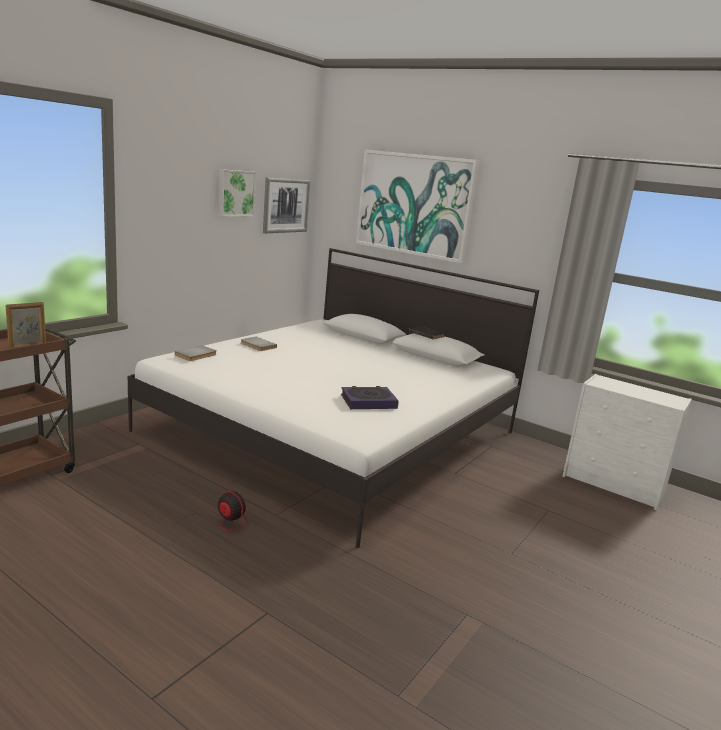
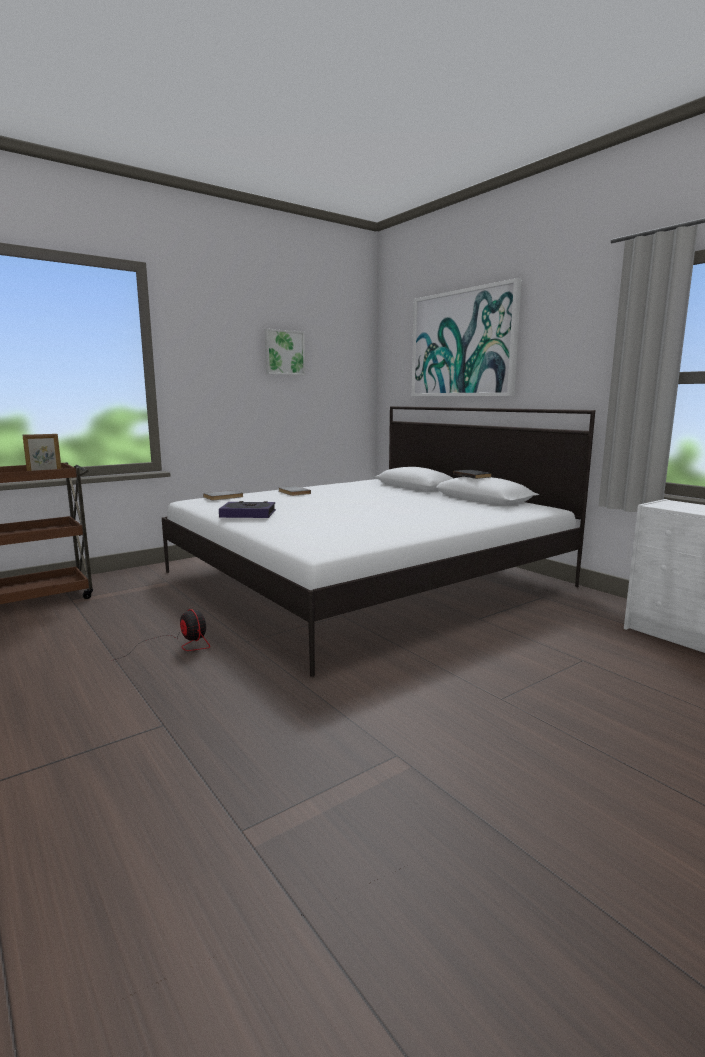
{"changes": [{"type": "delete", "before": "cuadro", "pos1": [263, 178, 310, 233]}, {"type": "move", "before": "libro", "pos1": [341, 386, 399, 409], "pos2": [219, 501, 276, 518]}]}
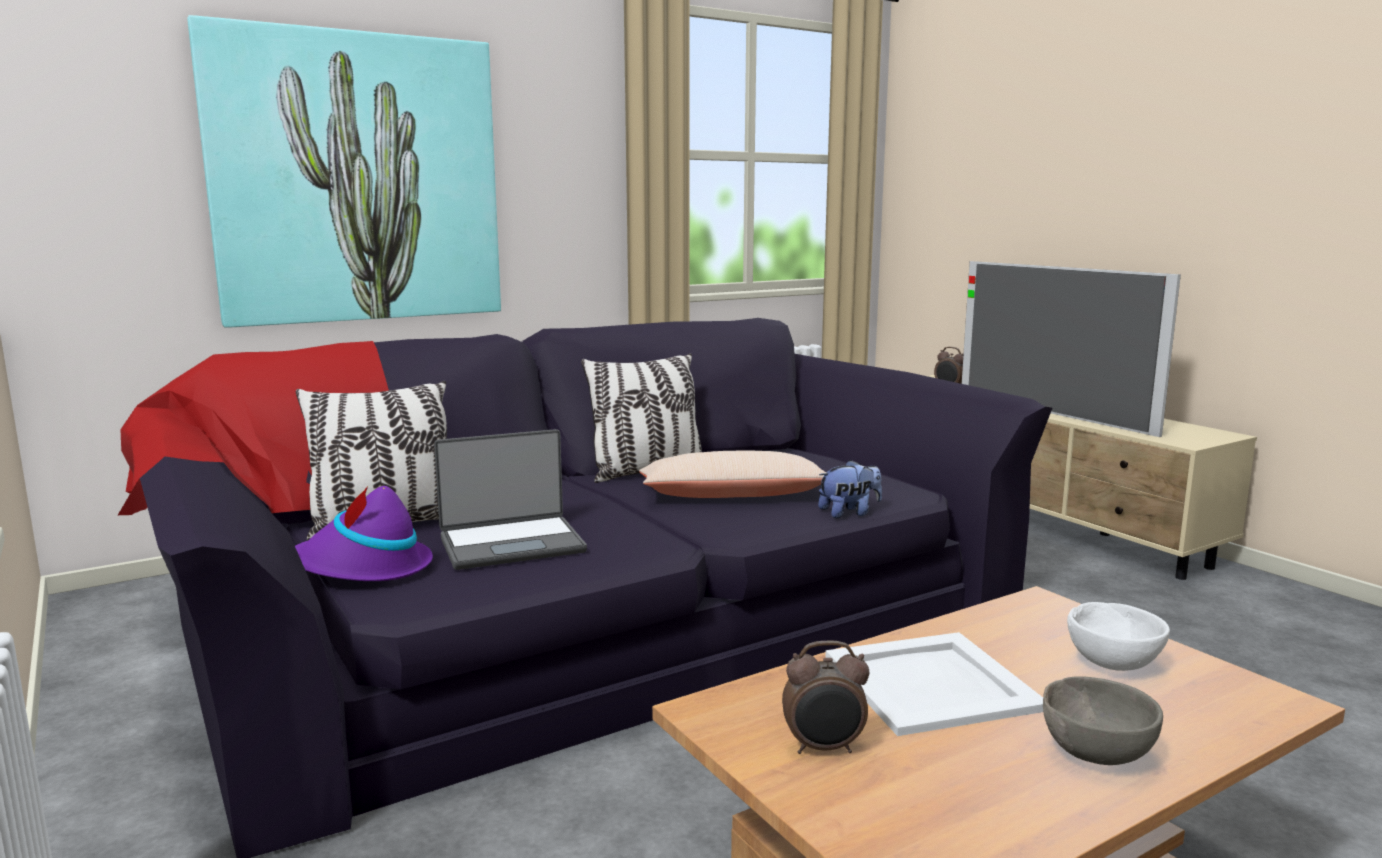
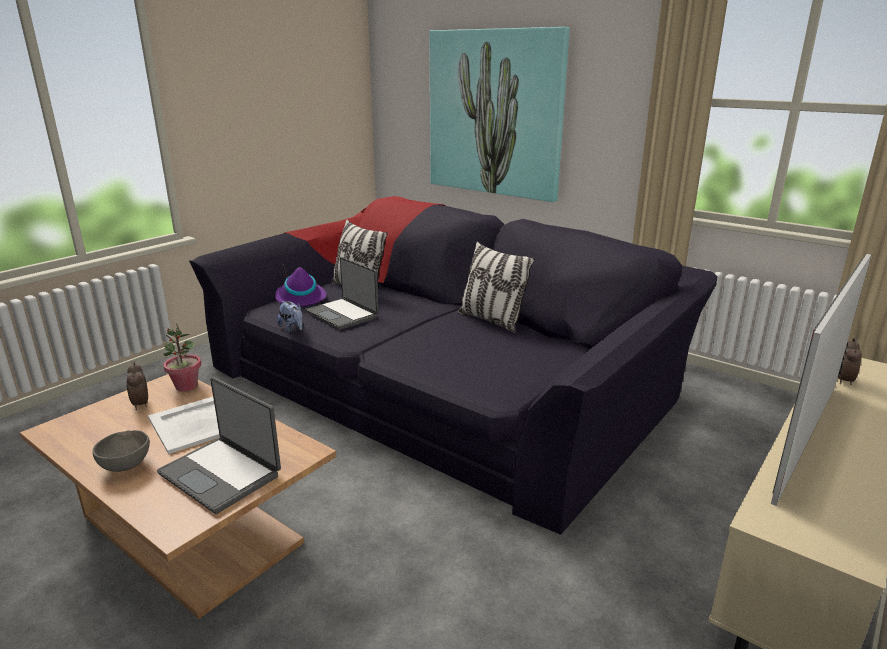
{"changes": [{"type": "delete", "before": "cojín (beis)", "pos1": [639, 450, 827, 498]}, {"type": "move", "before": "peluche", "pos1": [818, 460, 882, 518], "pos2": [277, 301, 303, 333]}, {"type": "replace", "before": "cuenco (blanco)", "after": "portátil", "pos1": [1067, 602, 1170, 671], "pos2": [157, 377, 281, 514]}, {"type": "insert", "after": "planta en maceta", "pos2": [164, 323, 201, 392]}]}
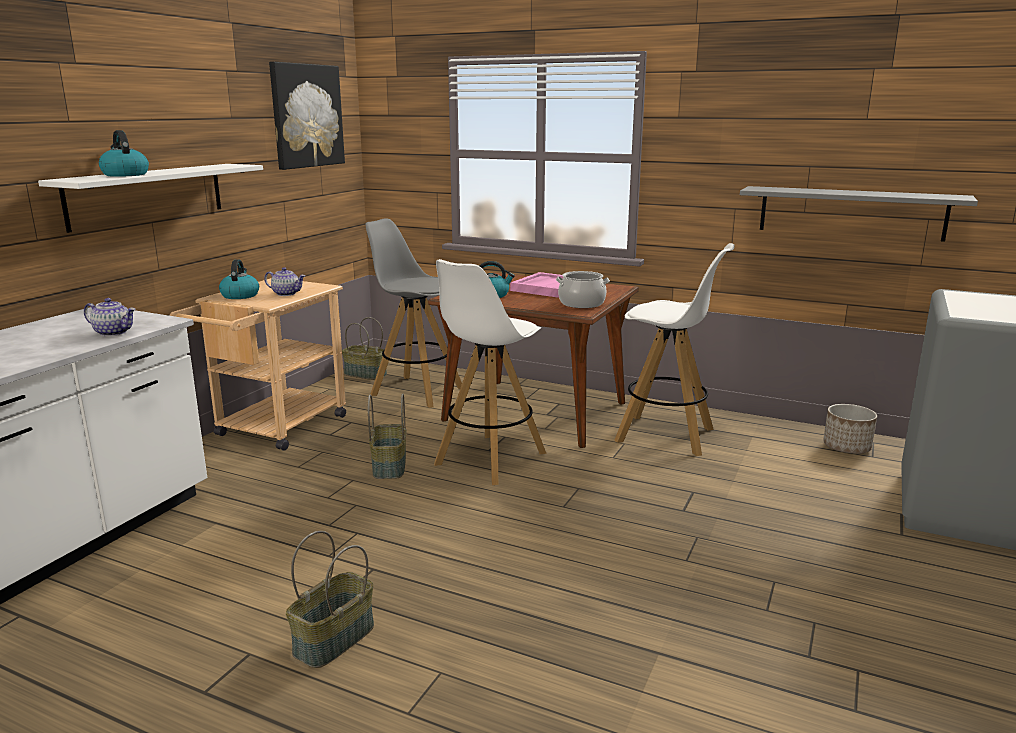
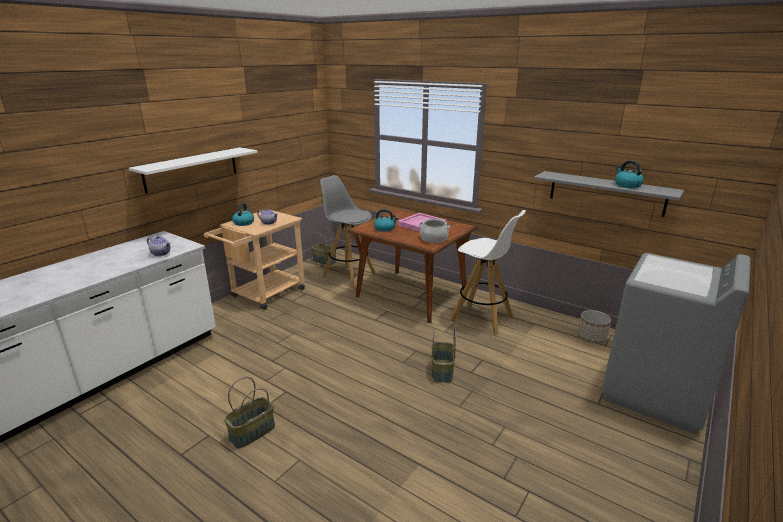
{"changes": [{"type": "delete", "before": "cuadro", "pos1": [269, 62, 345, 170]}, {"type": "move", "before": "hervidor", "pos1": [99, 130, 149, 177], "pos2": [615, 160, 644, 188]}, {"type": "delete", "before": "taburete (blanco)", "pos1": [434, 259, 547, 485]}, {"type": "move", "before": "cesta", "pos1": [368, 393, 406, 479], "pos2": [432, 326, 456, 383]}]}
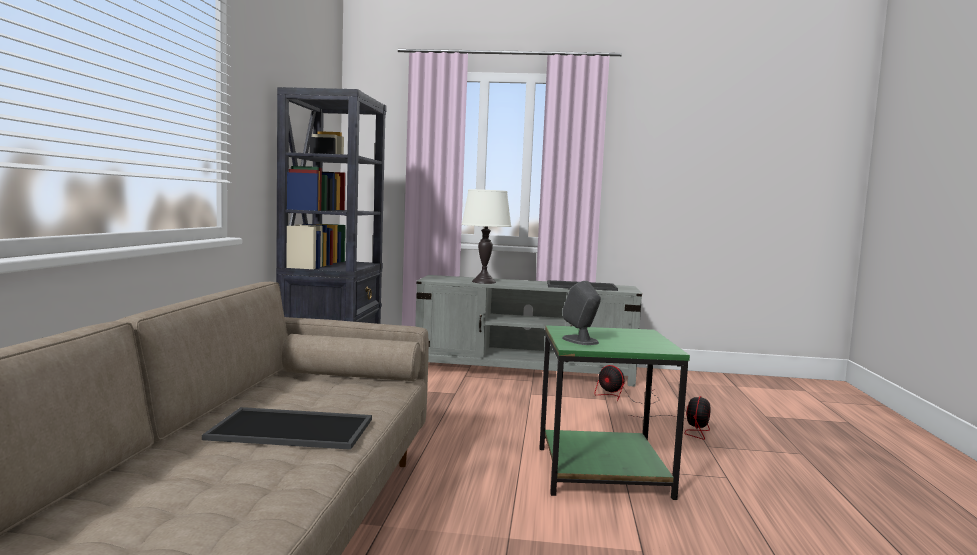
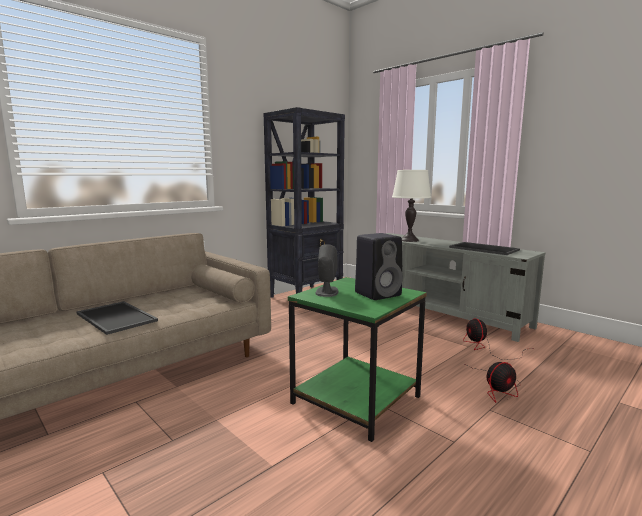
{"changes": [{"type": "insert", "after": "altavoz (negro)", "pos2": [355, 233, 403, 300]}]}
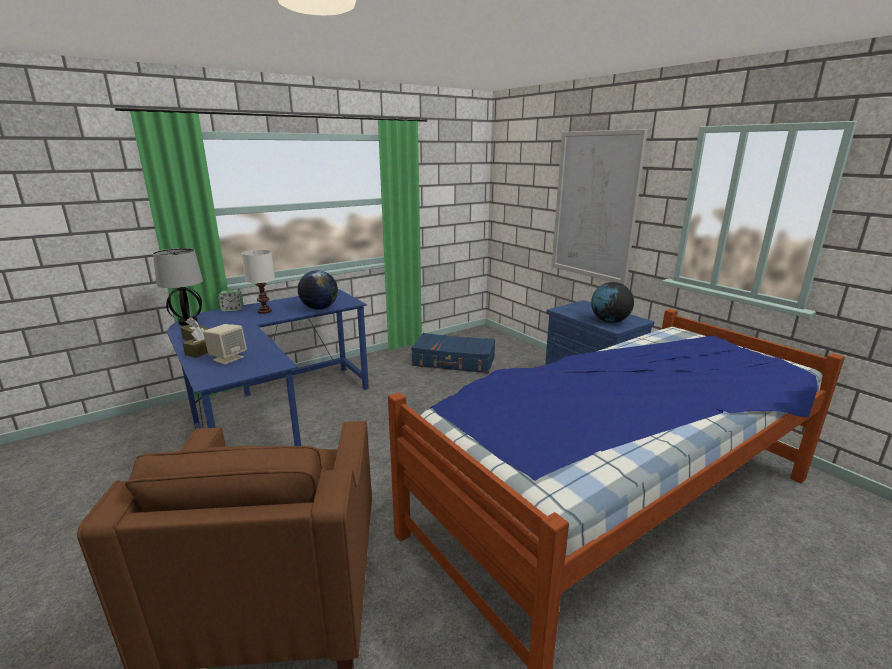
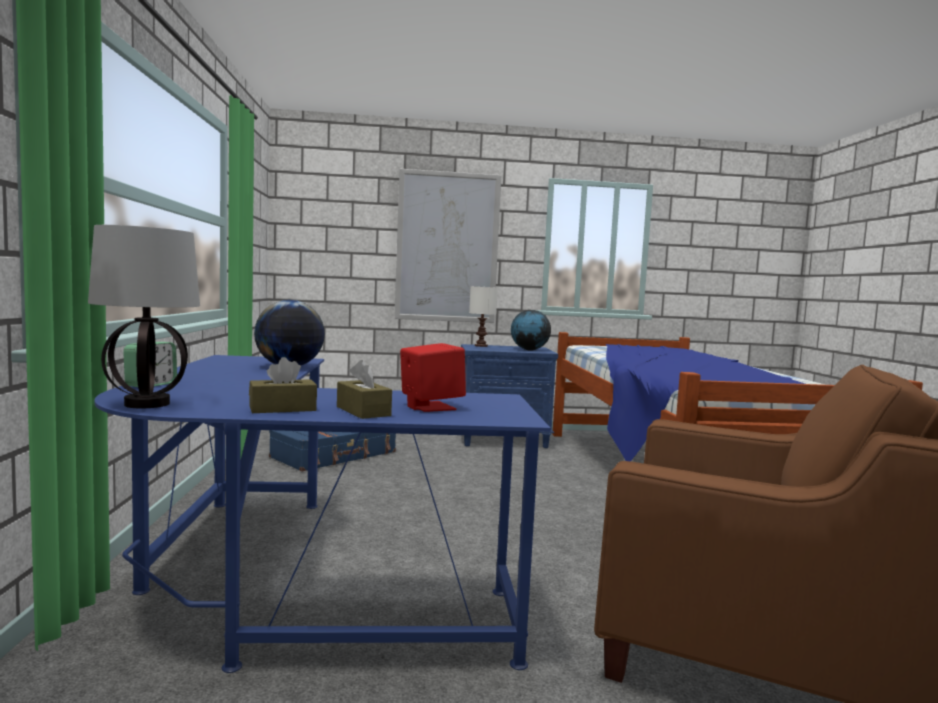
{"changes": [{"type": "move", "before": "lámpara de mesa (blanco)", "pos1": [241, 250, 275, 314], "pos2": [469, 286, 498, 347]}, {"type": "recolor", "before": "altavoz (beis)", "after": "altavoz (rojo)", "pos1": [203, 324, 247, 365], "pos2": [400, 343, 466, 412]}]}
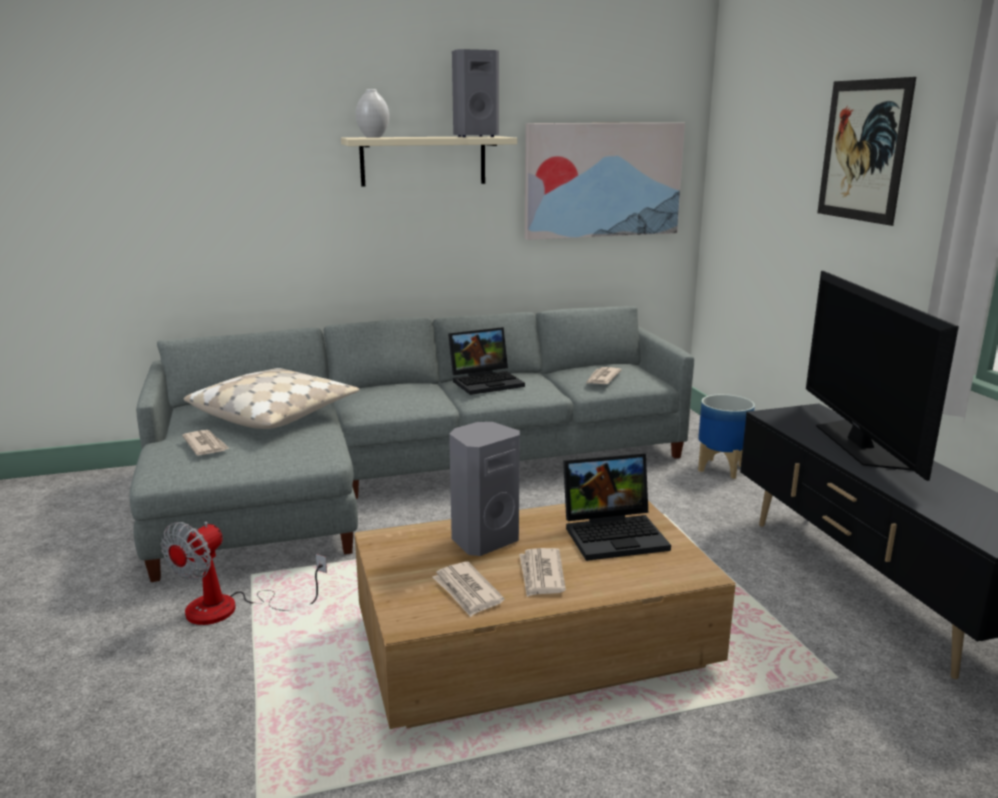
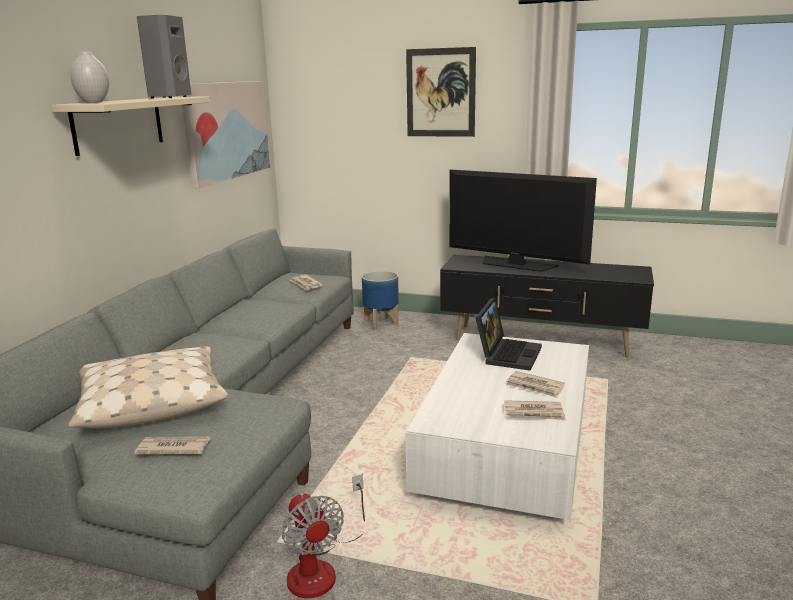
{"changes": [{"type": "delete", "before": "portátil", "pos1": [448, 327, 525, 395]}, {"type": "delete", "before": "altavoz (gris)", "pos1": [449, 422, 520, 556]}, {"type": "recolor", "before": "mesa de centro (marrón)", "after": "mesa de centro (blanco)", "pos1": [355, 501, 736, 729], "pos2": [405, 333, 589, 520]}]}
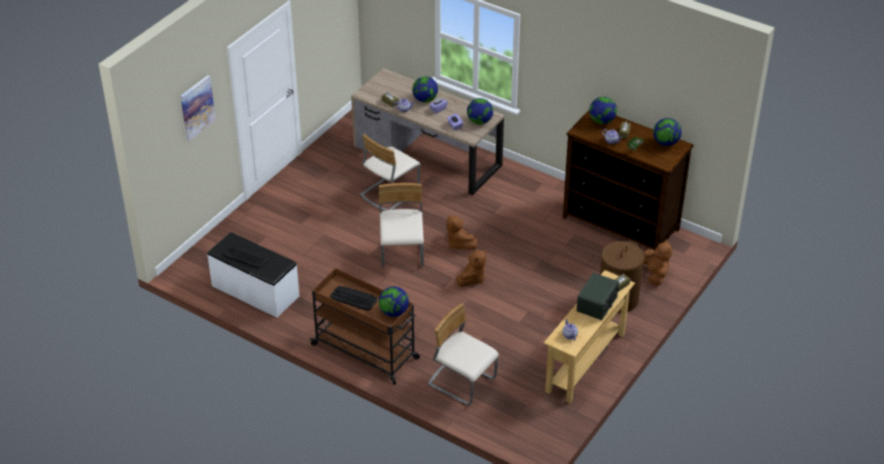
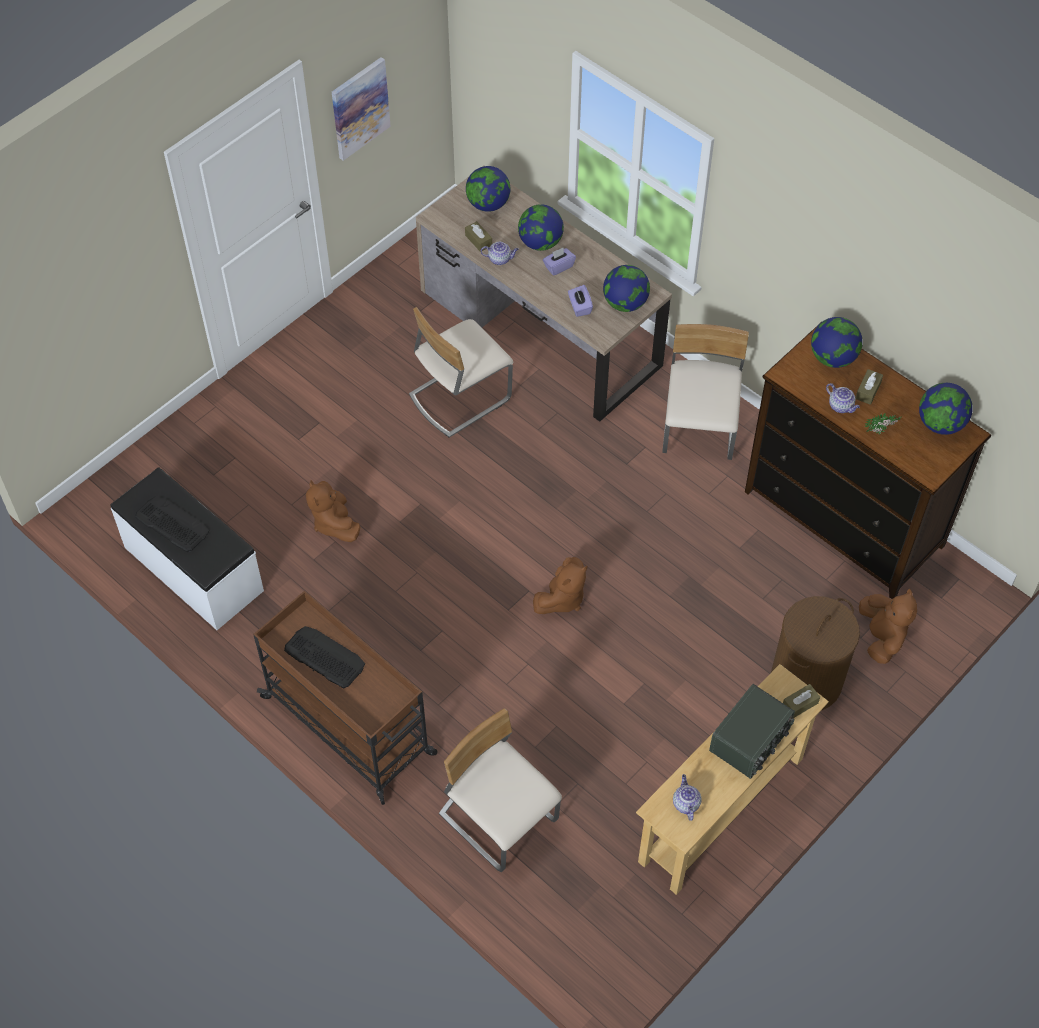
{"changes": [{"type": "move", "before": "cuadro", "pos1": [181, 75, 216, 141], "pos2": [332, 57, 391, 161]}, {"type": "move", "before": "silla (beis)", "pos1": [379, 183, 424, 267], "pos2": [662, 324, 749, 460]}, {"type": "move", "before": "peluche (marrón)", "pos1": [446, 214, 478, 250], "pos2": [306, 480, 360, 542]}, {"type": "move", "before": "globo terráqueo", "pos1": [379, 287, 409, 317], "pos2": [466, 166, 511, 212]}]}
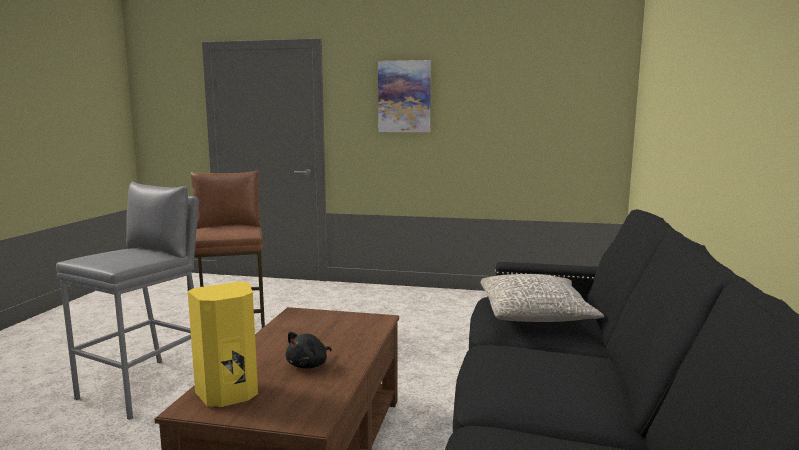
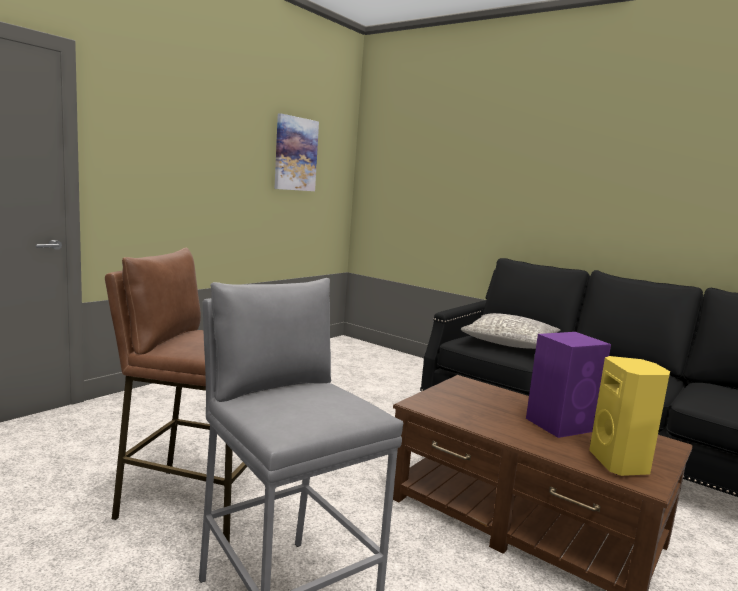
{"changes": [{"type": "move", "before": "cuadro", "pos1": [378, 60, 431, 132], "pos2": [274, 113, 319, 191]}, {"type": "replace", "before": "peluche (negro)", "after": "altavoz (morado)", "pos1": [286, 332, 332, 368], "pos2": [526, 332, 611, 438]}]}
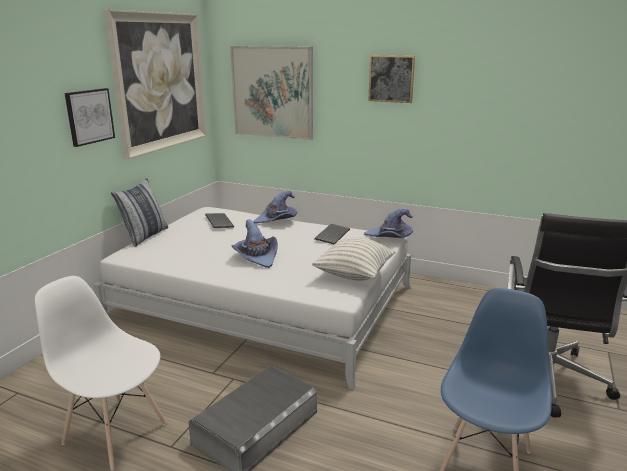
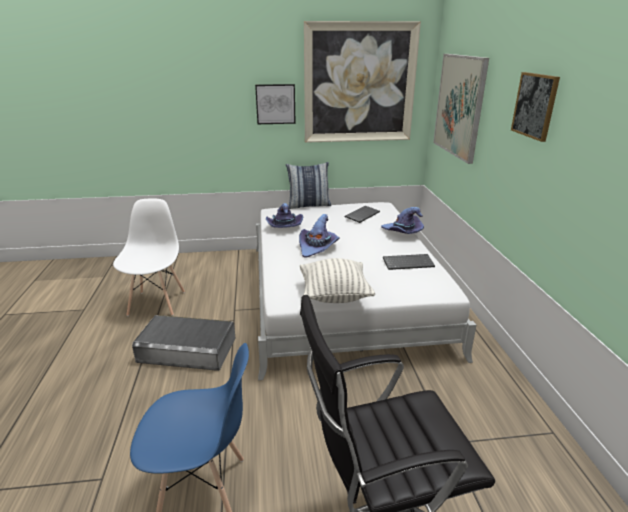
{"changes": [{"type": "move", "before": "sombrero (morado)", "pos1": [364, 208, 413, 238], "pos2": [266, 203, 303, 228]}]}
